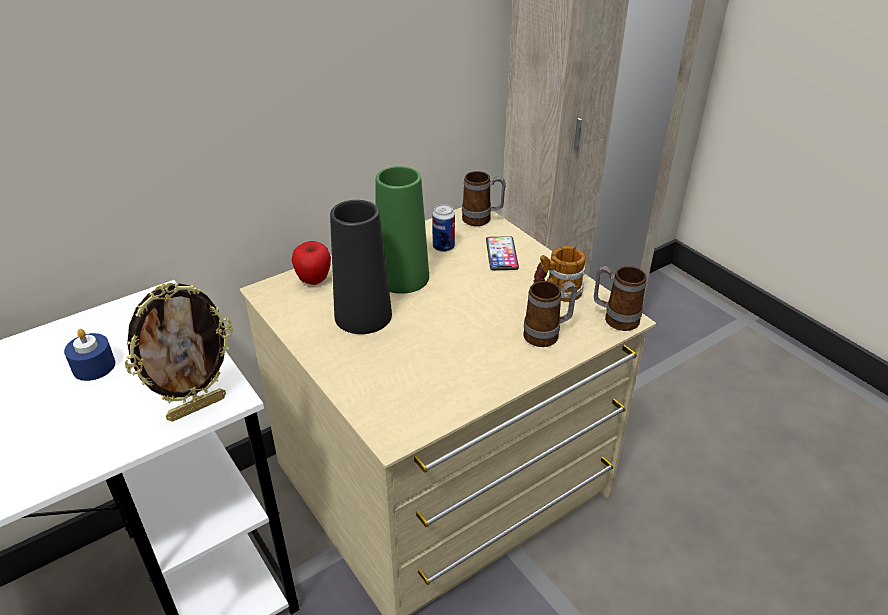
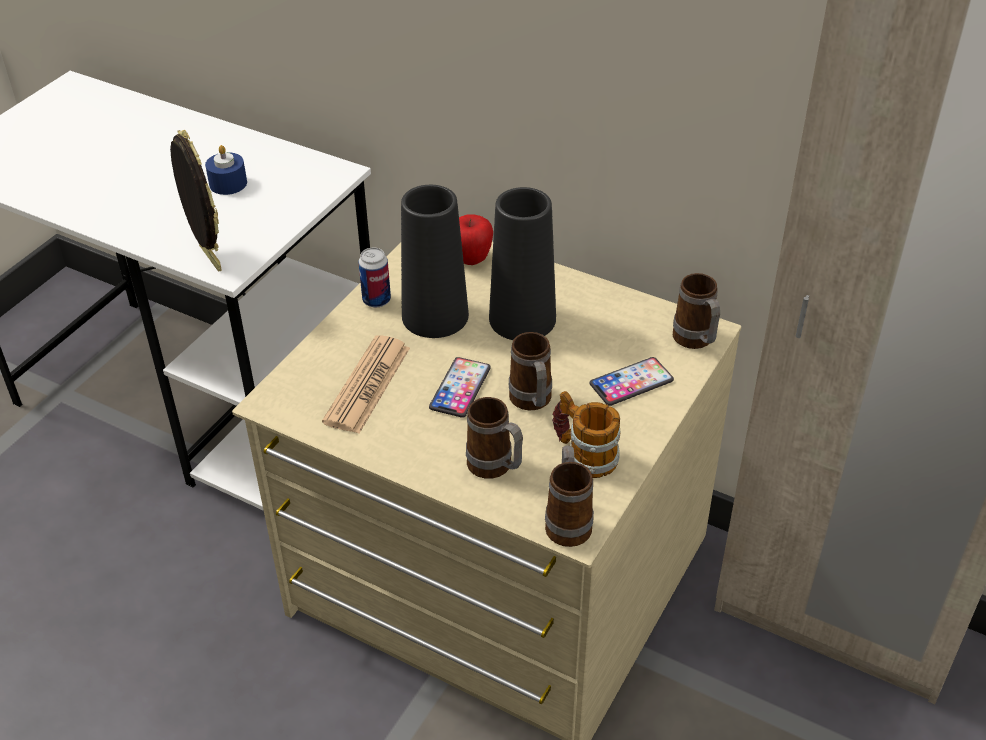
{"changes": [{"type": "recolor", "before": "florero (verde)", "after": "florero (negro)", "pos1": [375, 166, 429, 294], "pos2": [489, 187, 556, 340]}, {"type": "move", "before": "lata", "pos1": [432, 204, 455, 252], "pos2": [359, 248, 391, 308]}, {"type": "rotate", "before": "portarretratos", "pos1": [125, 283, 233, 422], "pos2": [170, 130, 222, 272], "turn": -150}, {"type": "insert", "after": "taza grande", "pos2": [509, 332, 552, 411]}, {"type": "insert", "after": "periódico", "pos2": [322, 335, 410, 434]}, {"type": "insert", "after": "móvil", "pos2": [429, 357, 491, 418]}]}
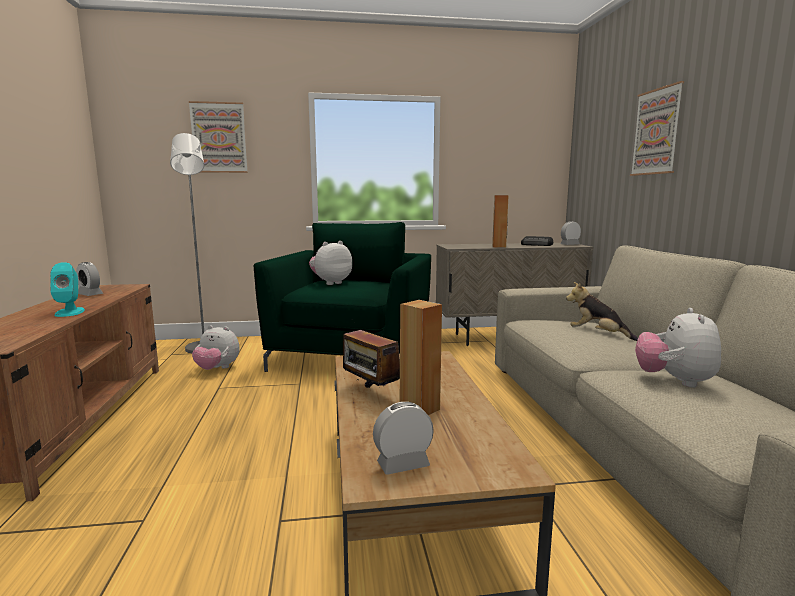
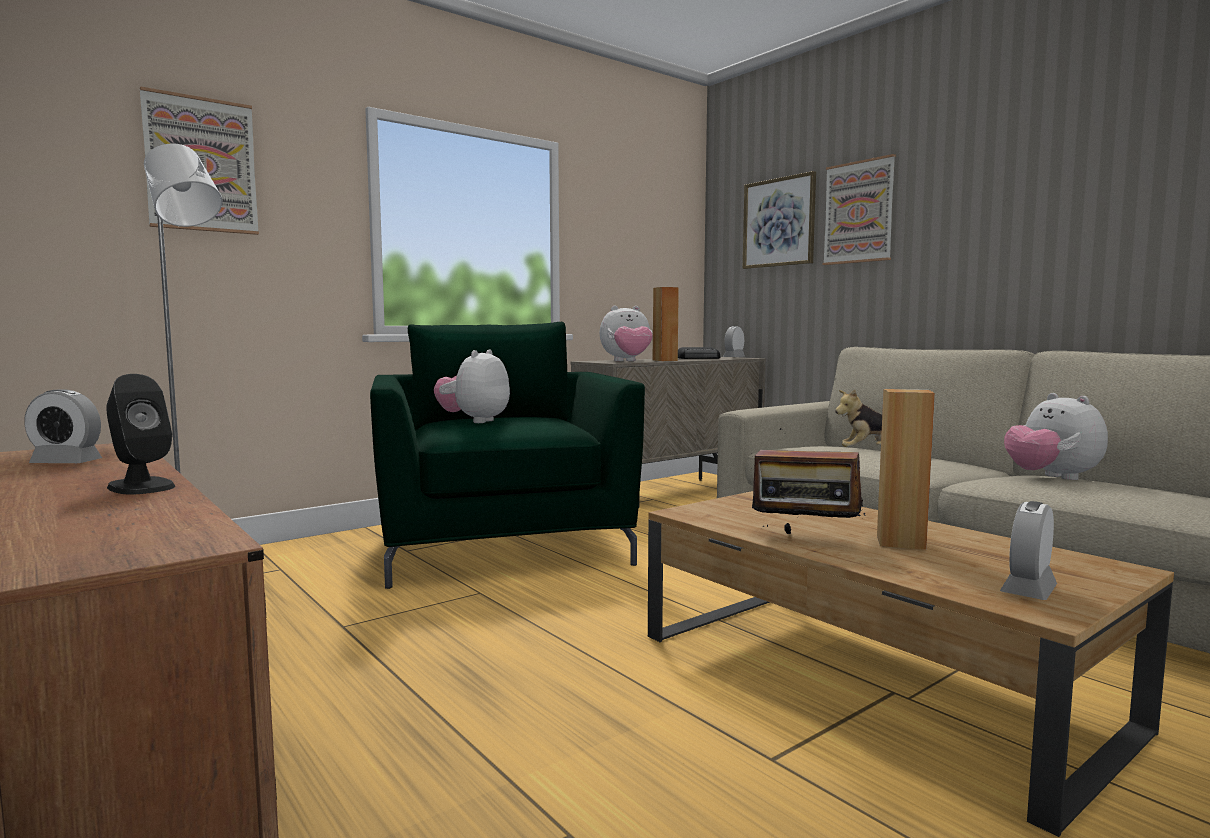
{"changes": [{"type": "recolor", "before": "altavoz (turquesa)", "after": "altavoz (negro)", "pos1": [51, 262, 85, 317], "pos2": [106, 374, 175, 495]}, {"type": "move", "before": "peluche", "pos1": [192, 325, 239, 370], "pos2": [600, 306, 653, 361]}, {"type": "insert", "after": "cuadro", "pos2": [743, 171, 816, 269]}]}
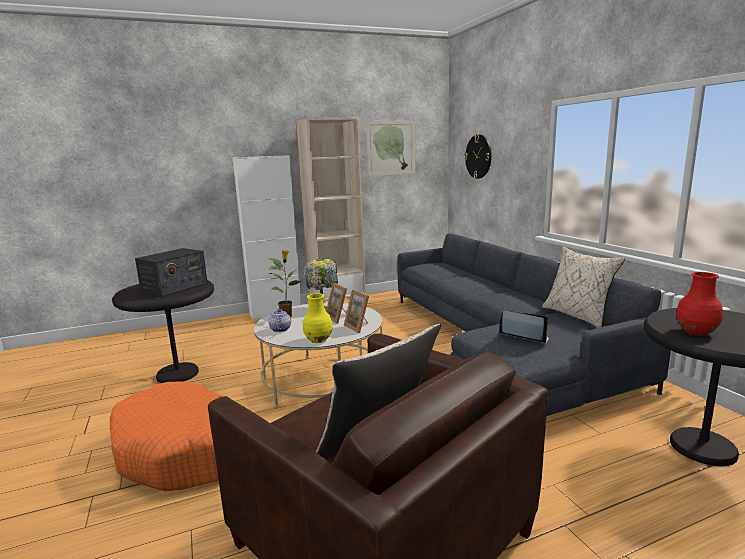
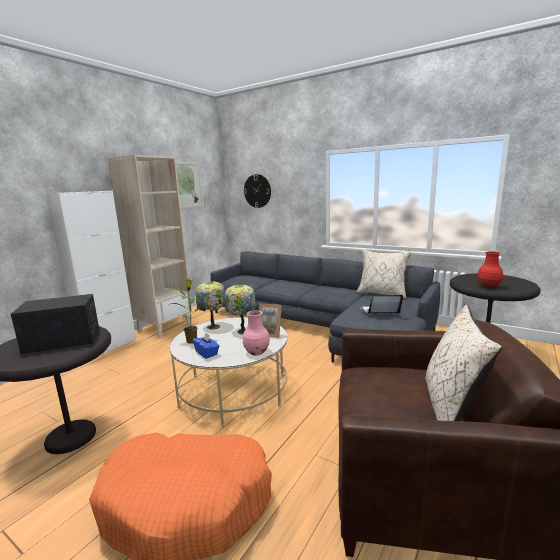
{"changes": [{"type": "rotate", "before": "radio", "pos1": [135, 248, 208, 297], "pos2": [11, 294, 99, 354], "turn": -105}, {"type": "replace", "before": "portarretratos", "after": "lámpara de mesa", "pos1": [326, 283, 347, 324], "pos2": [225, 285, 256, 334]}, {"type": "recolor", "before": "florero (amarillo)", "after": "florero (rosa)", "pos1": [303, 293, 333, 343], "pos2": [243, 310, 270, 356]}, {"type": "replace", "before": "tetera", "after": "caja de pañuelos (azul)", "pos1": [269, 309, 291, 332], "pos2": [193, 332, 219, 359]}]}
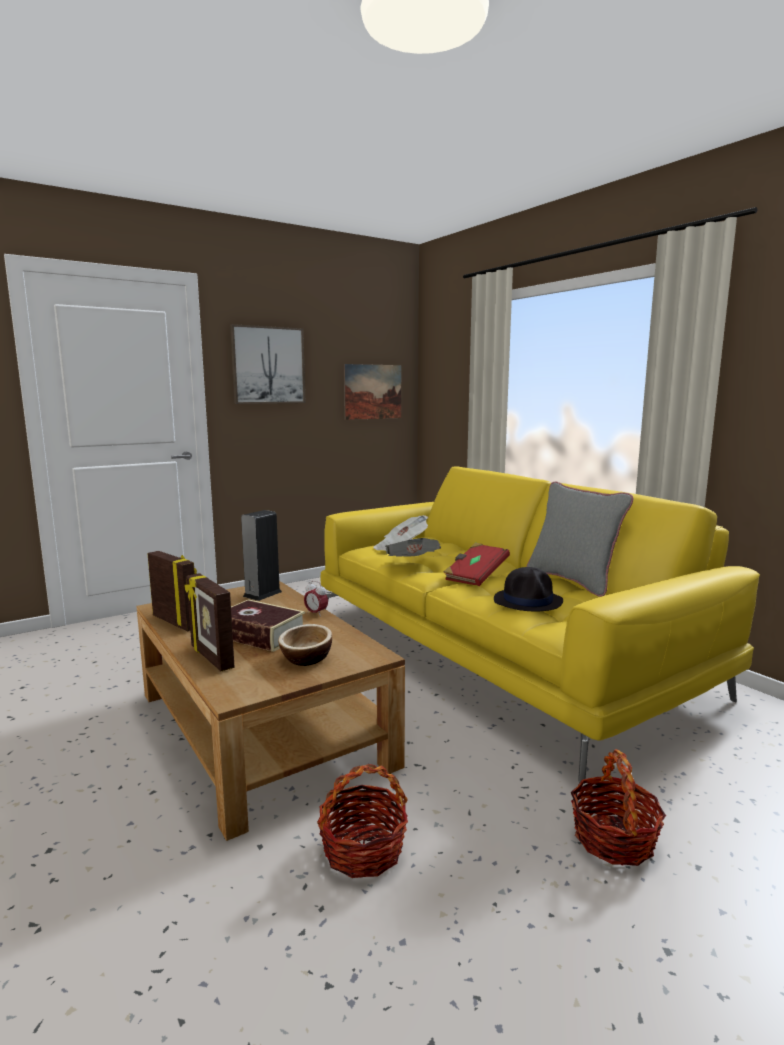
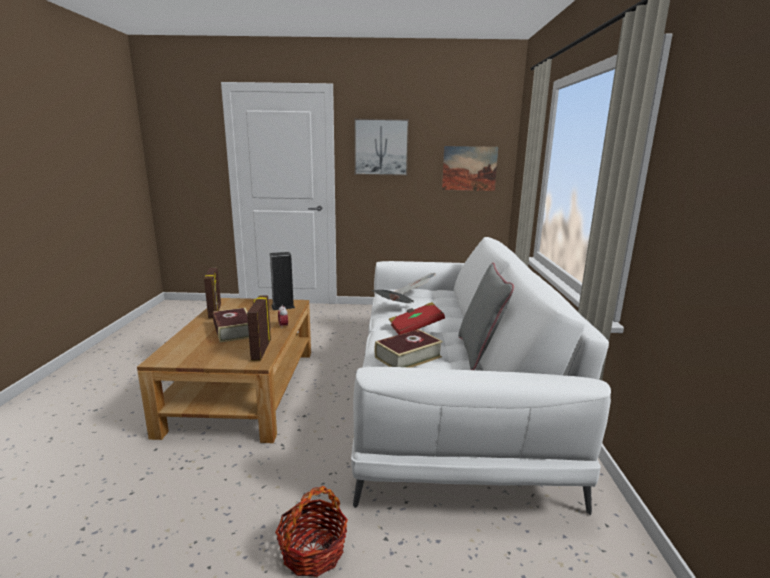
{"changes": [{"type": "recolor", "before": "sofá (amarillo)", "after": "sofá (blanco)", "pos1": [320, 467, 760, 784], "pos2": [351, 237, 611, 515]}, {"type": "replace", "before": "sombrero (negro)", "after": "libro", "pos1": [494, 567, 563, 611], "pos2": [375, 329, 443, 368]}, {"type": "move", "before": "portarretratos", "pos1": [185, 573, 235, 671], "pos2": [247, 296, 271, 361]}, {"type": "delete", "before": "cuenco", "pos1": [278, 624, 332, 666]}, {"type": "delete", "before": "cesta", "pos1": [317, 764, 408, 878]}]}
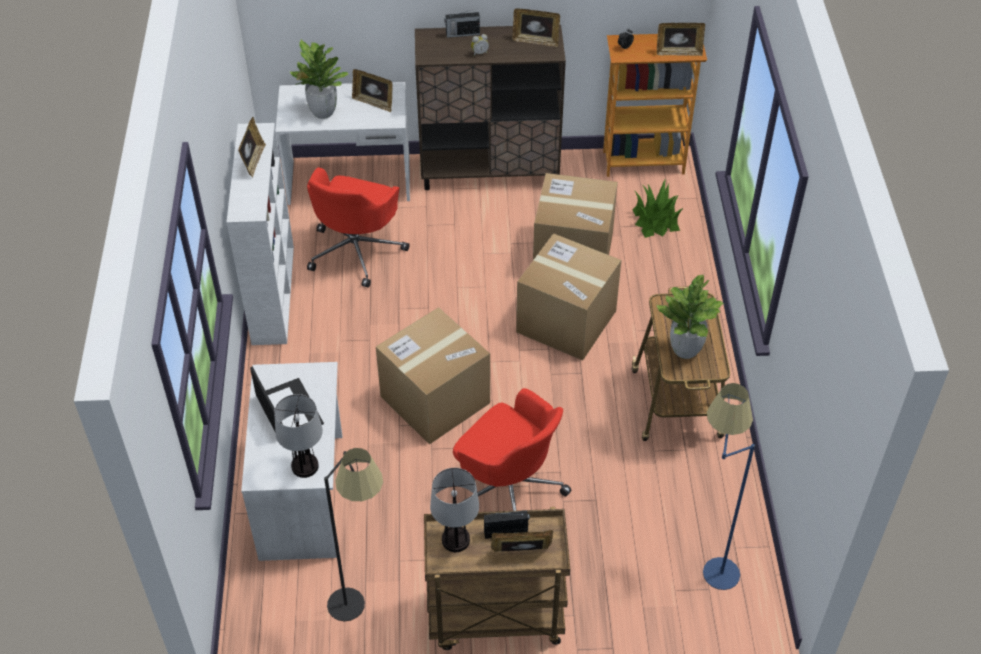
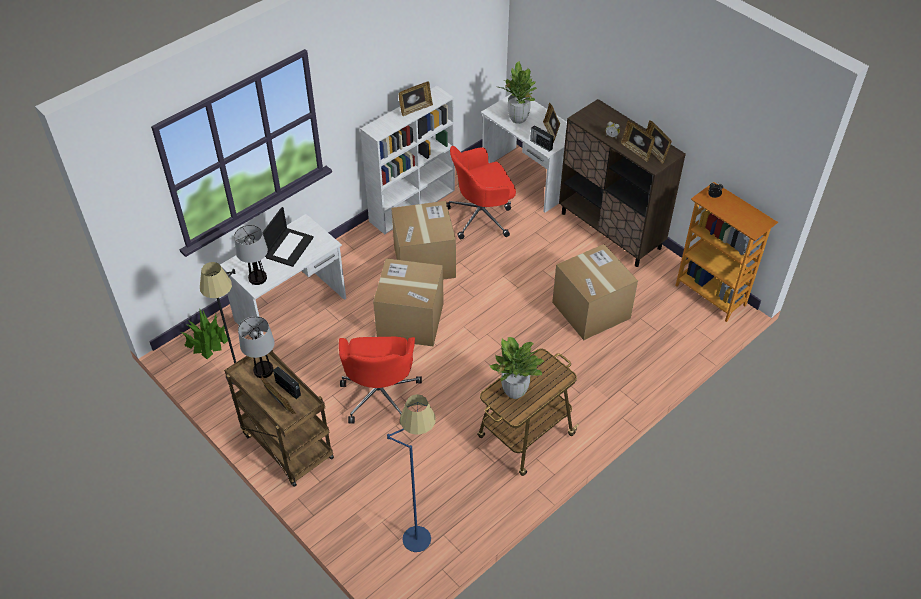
{"changes": [{"type": "move", "before": "radio", "pos1": [444, 10, 480, 38], "pos2": [530, 125, 554, 152]}, {"type": "move", "before": "portarretratos", "pos1": [657, 23, 705, 56], "pos2": [621, 121, 655, 162]}, {"type": "move", "before": "planta en maceta", "pos1": [633, 180, 683, 238], "pos2": [181, 310, 228, 359]}, {"type": "move", "before": "caja de cartón", "pos1": [516, 233, 621, 360], "pos2": [391, 201, 456, 280]}]}
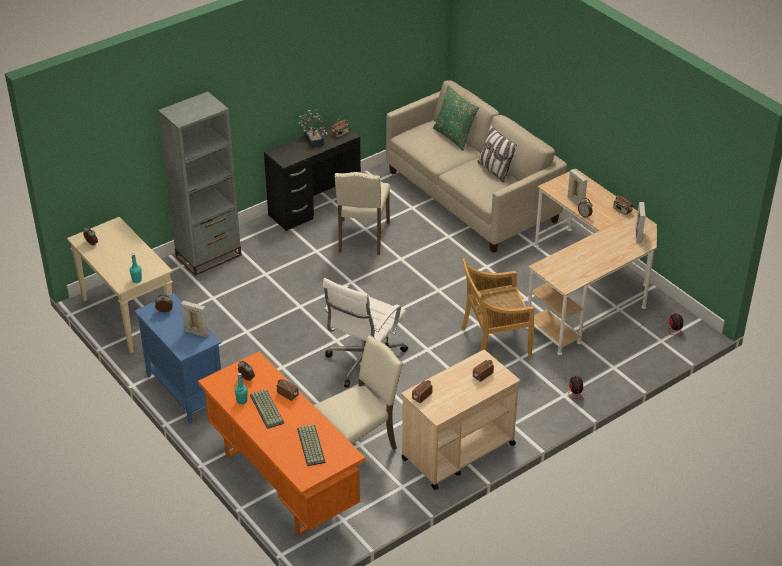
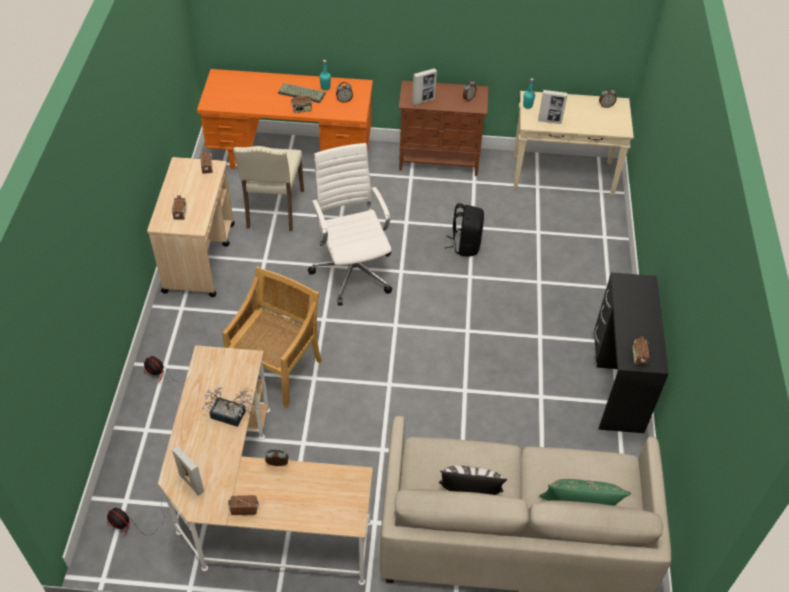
{"changes": [{"type": "delete", "before": "estantería (gris)", "pos1": [158, 91, 242, 276]}, {"type": "move", "before": "planta en maceta", "pos1": [298, 109, 327, 148], "pos2": [202, 387, 253, 427]}, {"type": "move", "before": "portarretratos", "pos1": [567, 169, 587, 205], "pos2": [538, 90, 568, 124]}, {"type": "delete", "before": "silla (beis)", "pos1": [334, 172, 390, 255]}, {"type": "recolor", "before": "armario (azul)", "after": "armario (marrón)", "pos1": [134, 293, 221, 424], "pos2": [399, 80, 488, 176]}, {"type": "delete", "before": "teclado", "pos1": [297, 425, 326, 466]}, {"type": "insert", "after": "mochila (negro)", "pos2": [445, 203, 484, 257]}]}
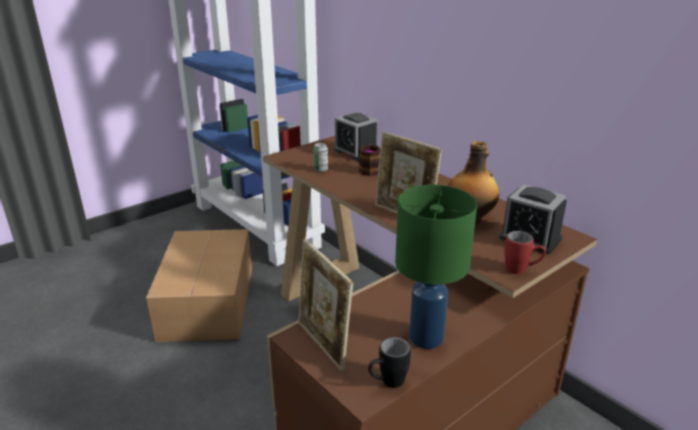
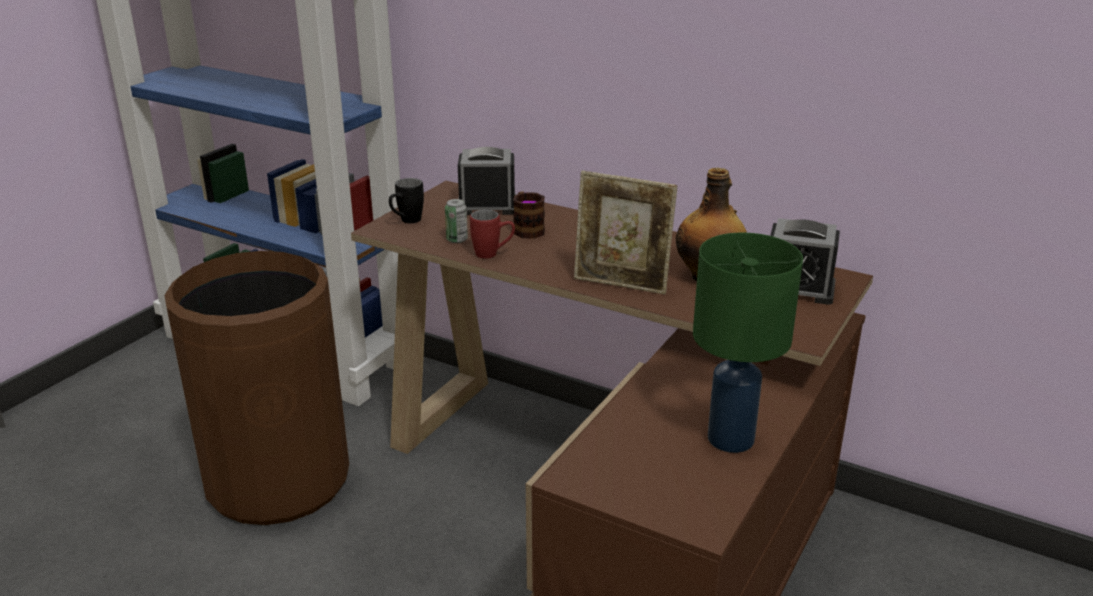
{"changes": [{"type": "rotate", "before": "despertador", "pos1": [334, 112, 378, 161], "pos2": [458, 147, 517, 215], "turn": 150}, {"type": "replace", "before": "caja de cartón", "after": "papelera (marrón)", "pos1": [146, 229, 252, 343], "pos2": [164, 251, 349, 525]}, {"type": "move", "before": "taza grande (rojo)", "pos1": [504, 231, 546, 274], "pos2": [470, 210, 515, 259]}, {"type": "delete", "before": "portarretratos", "pos1": [298, 239, 353, 371]}, {"type": "move", "before": "taza grande (negro)", "pos1": [368, 337, 411, 388], "pos2": [389, 178, 424, 223]}]}
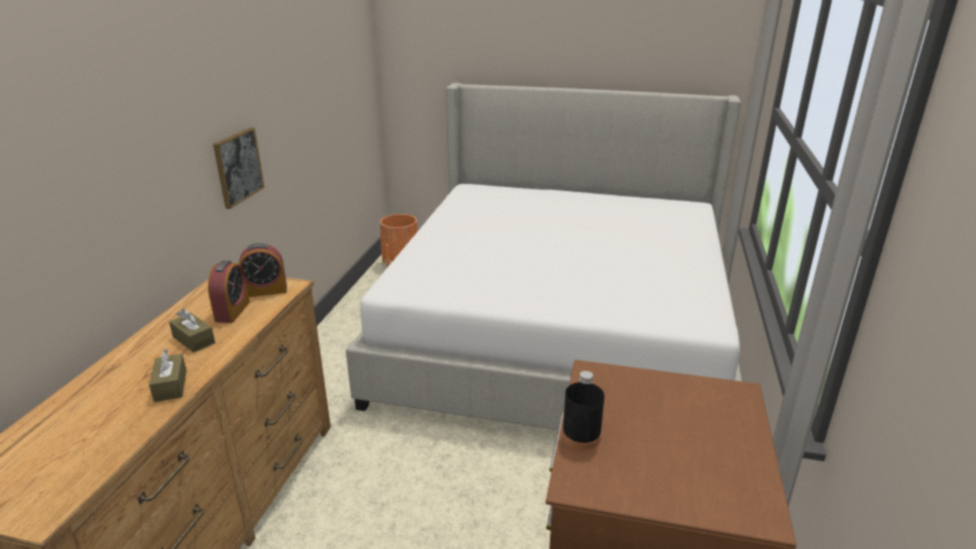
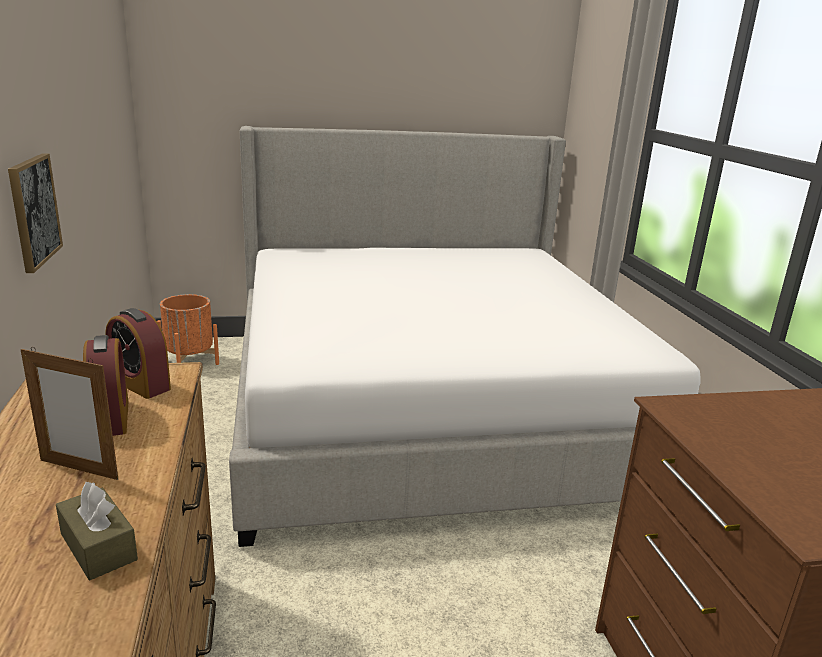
{"changes": [{"type": "rotate", "before": "despertador", "pos1": [239, 243, 287, 297], "pos2": [105, 308, 171, 399], "turn": 75}, {"type": "replace", "before": "caja de pañuelos (marrón)", "after": "portarretratos", "pos1": [169, 309, 215, 353], "pos2": [20, 347, 118, 480]}, {"type": "delete", "before": "botella (negro)", "pos1": [562, 371, 604, 449]}]}
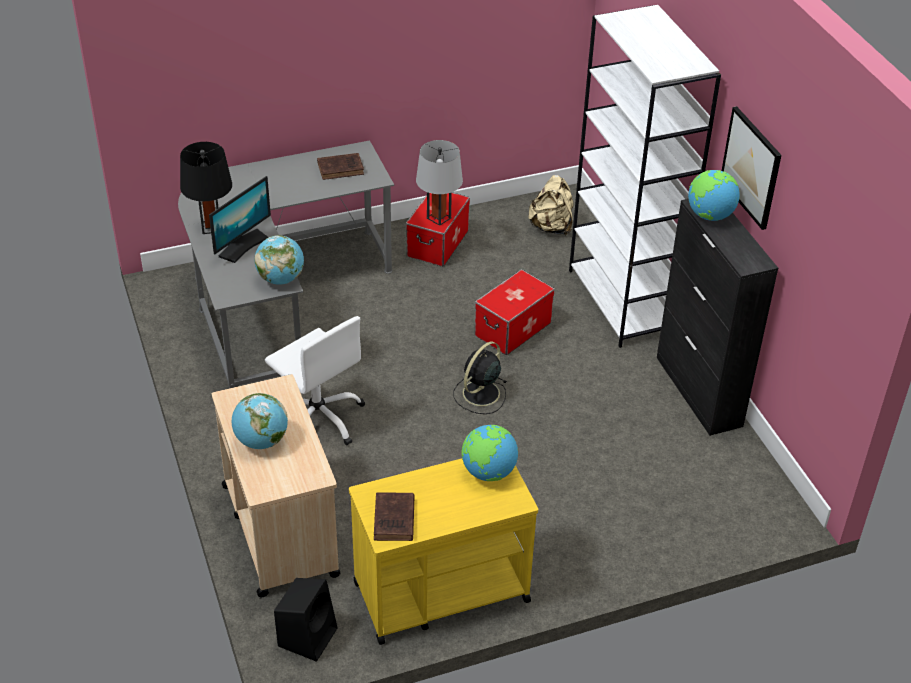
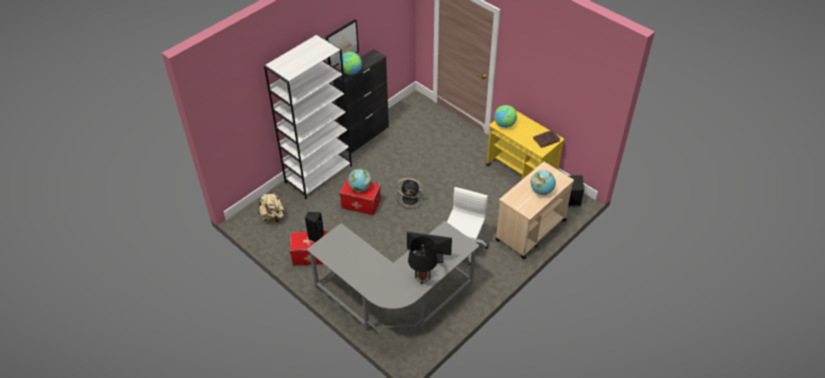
{"changes": [{"type": "replace", "before": "lámpara de mesa (gris)", "after": "altavoz (negro)", "pos1": [416, 140, 463, 226], "pos2": [305, 212, 324, 242]}, {"type": "delete", "before": "libro (marrón)", "pos1": [317, 153, 364, 180]}, {"type": "move", "before": "globo terráqueo", "pos1": [255, 235, 304, 285], "pos2": [348, 168, 371, 192]}]}
